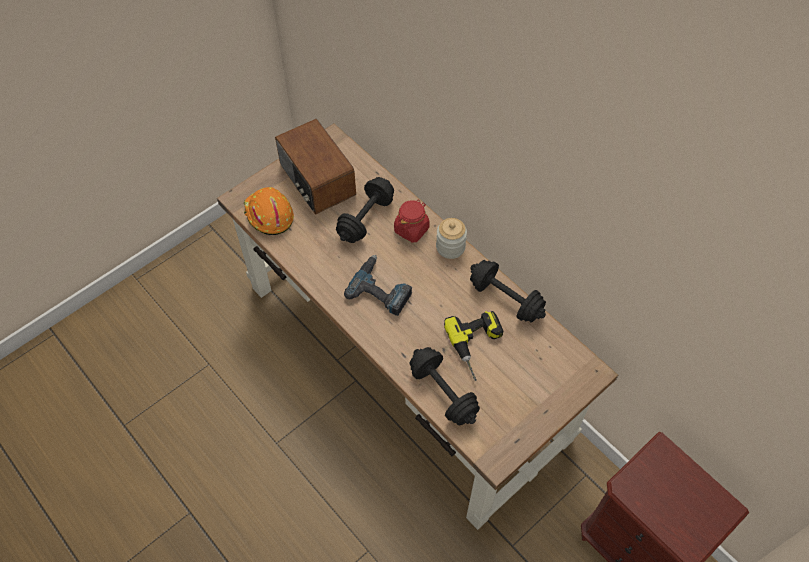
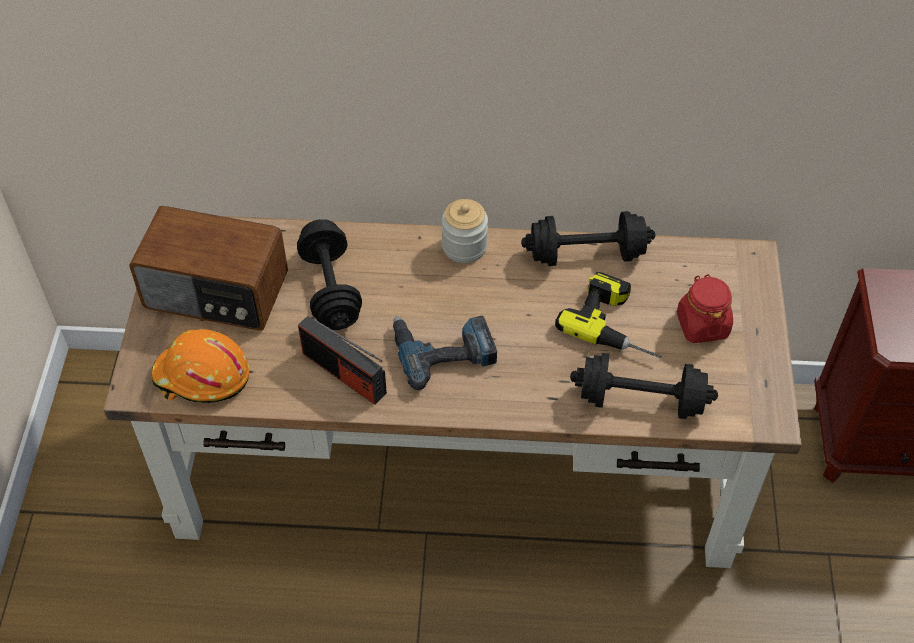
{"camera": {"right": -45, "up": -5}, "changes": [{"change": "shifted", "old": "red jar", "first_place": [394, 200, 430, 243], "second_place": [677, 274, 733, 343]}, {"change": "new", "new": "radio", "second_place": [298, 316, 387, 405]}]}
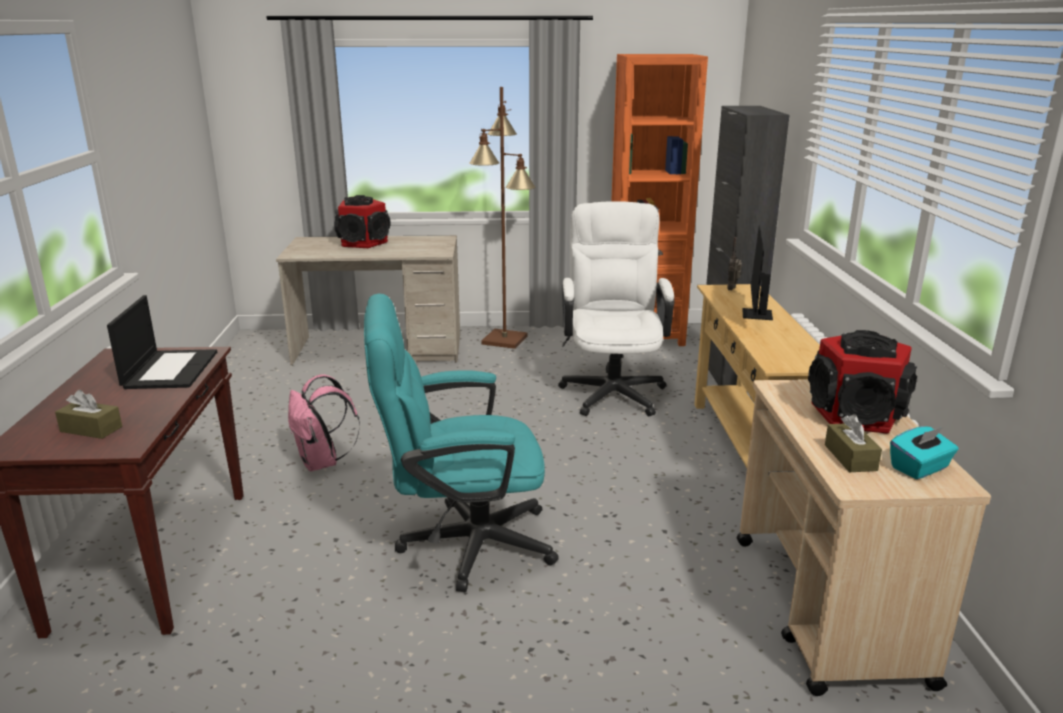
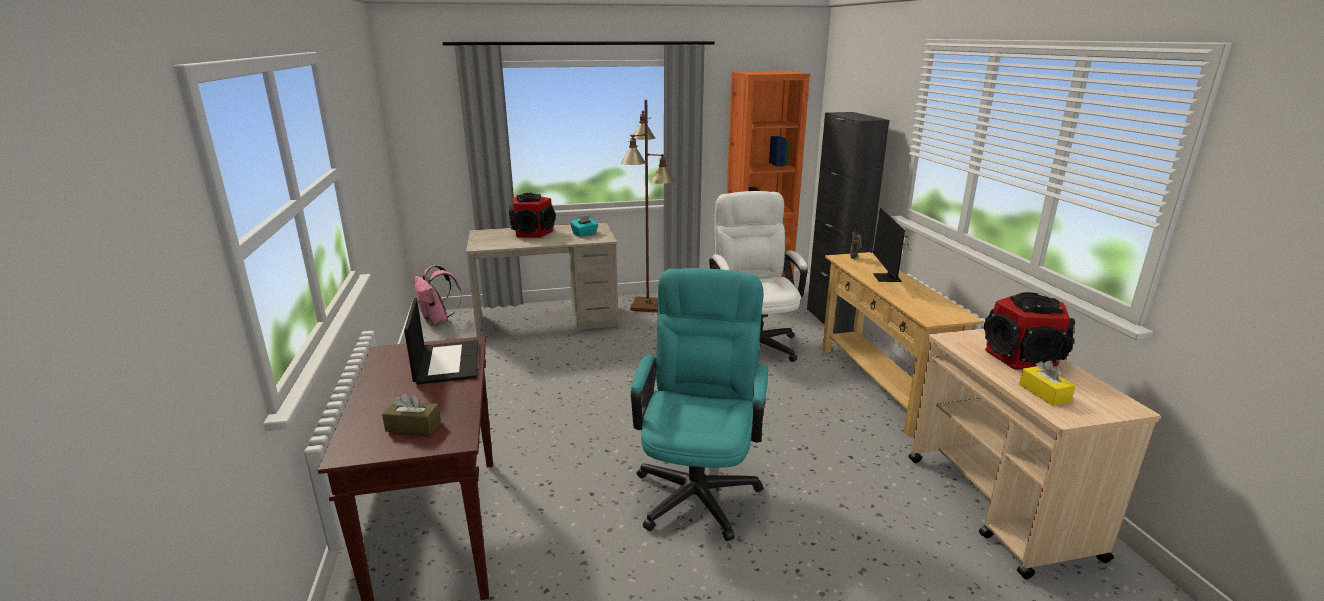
{"camera": {"right": -10, "up": 0}, "changes": [{"change": "shifted", "old": "pink backpack", "first_place": [288, 374, 360, 471], "second_place": [414, 265, 462, 325]}, {"change": "rotated", "old": "turquoise office chair", "first_place": [364, 293, 559, 592], "second_place": [631, 268, 768, 541], "degrees": 120}, {"change": "repainted", "old": "brown tissue box", "new": "yellow tissue box", "first_place": [825, 414, 882, 472], "second_place": [1019, 360, 1075, 406]}, {"change": "shifted", "old": "turquoise tissue box", "first_place": [890, 426, 959, 479], "second_place": [570, 215, 598, 237]}]}
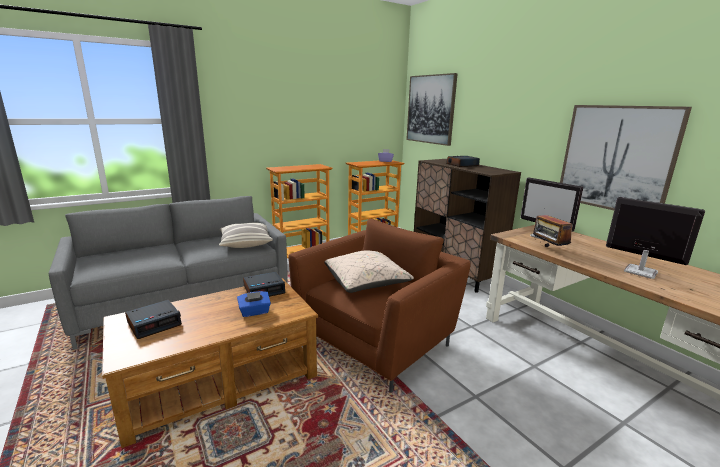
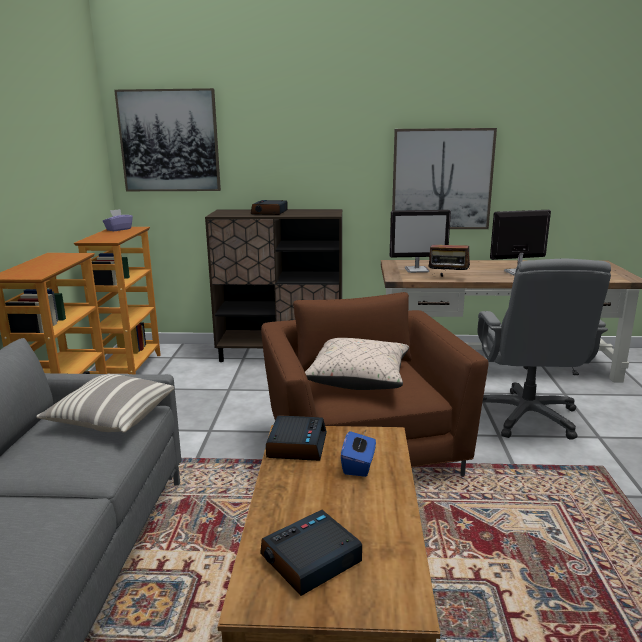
{"camera": {"right": -55, "up": 0}, "changes": [{"change": "rotated", "old": "alarm clock", "first_place": [125, 300, 182, 339], "second_place": [260, 510, 362, 596], "degrees": -120}, {"change": "new", "new": "grey office chair", "second_place": [478, 259, 611, 440]}]}
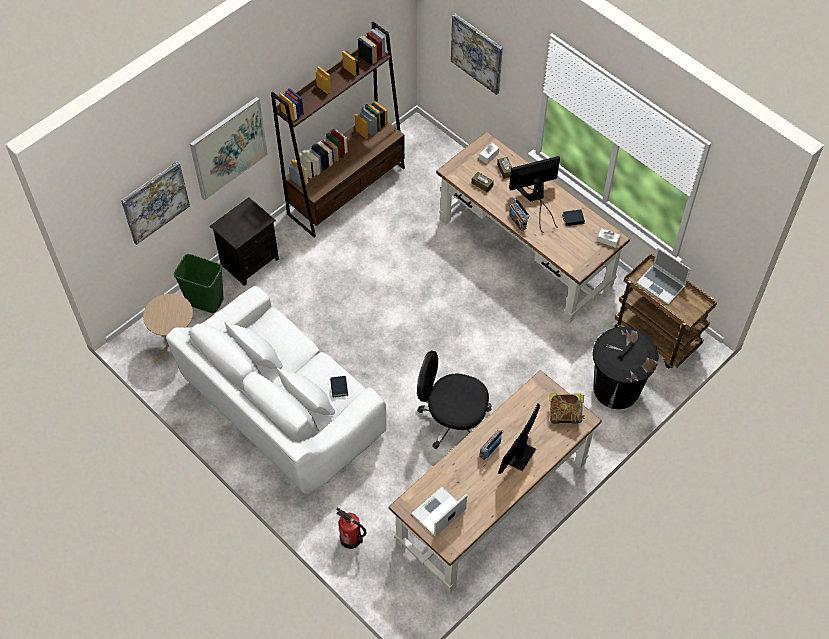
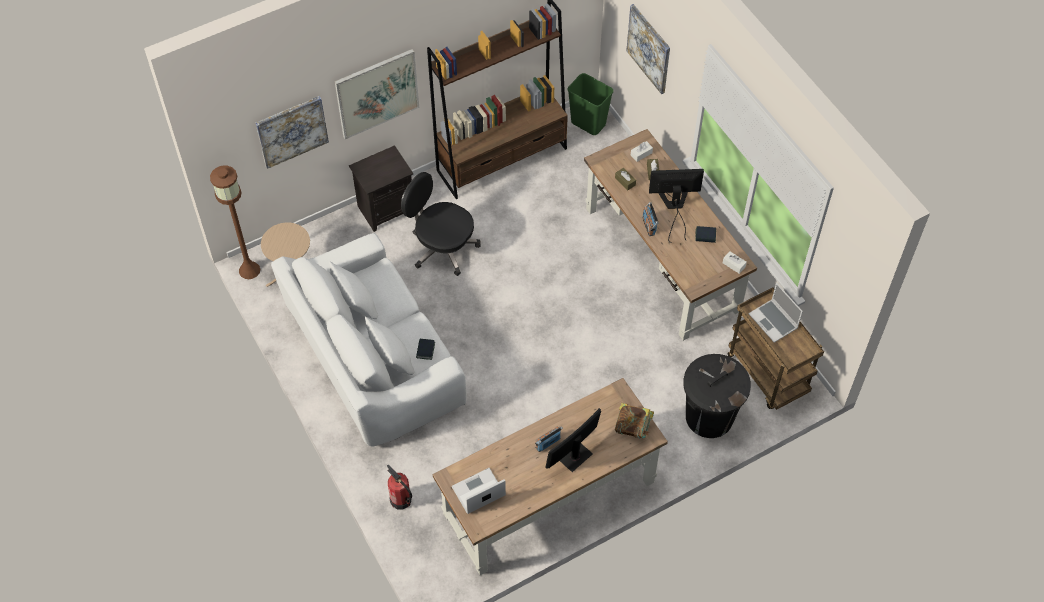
{"camera": {"right": 15, "up": 0}, "changes": [{"change": "shifted", "old": "green trash can", "first_place": [174, 254, 224, 313], "second_place": [567, 73, 613, 135]}, {"change": "shifted", "old": "black office chair", "first_place": [417, 351, 492, 449], "second_place": [401, 172, 481, 276]}, {"change": "new", "new": "brown floor lamp", "second_place": [210, 165, 260, 279]}]}
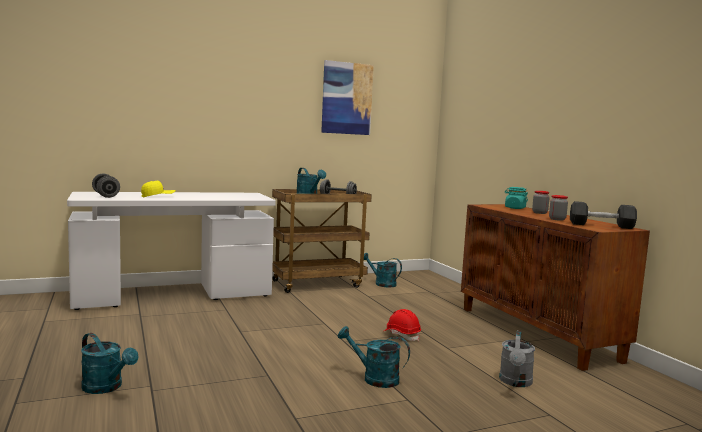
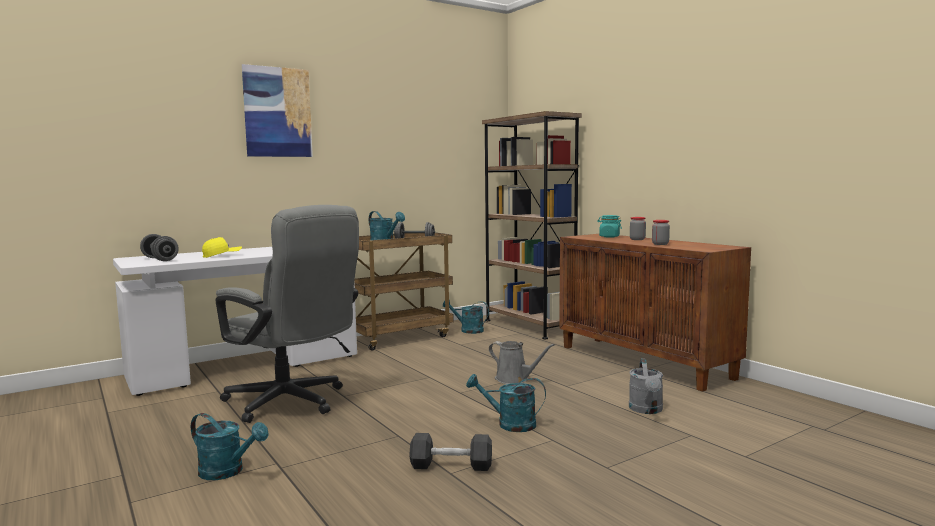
{"camera": {"right": -10, "up": 0}, "changes": [{"change": "shifted", "old": "picture", "first_place": [321, 60, 374, 135], "second_place": [242, 64, 313, 157]}, {"change": "swapped", "old": "red hard hat", "new": "grey watering can", "first_place": [384, 309, 421, 341], "second_place": [489, 341, 555, 384]}, {"change": "shifted", "old": "black dumbbell", "first_place": [570, 201, 637, 229], "second_place": [409, 433, 492, 471]}, {"change": "new", "new": "grey office chair", "second_place": [216, 205, 359, 423]}, {"change": "new", "new": "brown bookcase", "second_place": [482, 111, 582, 339]}]}
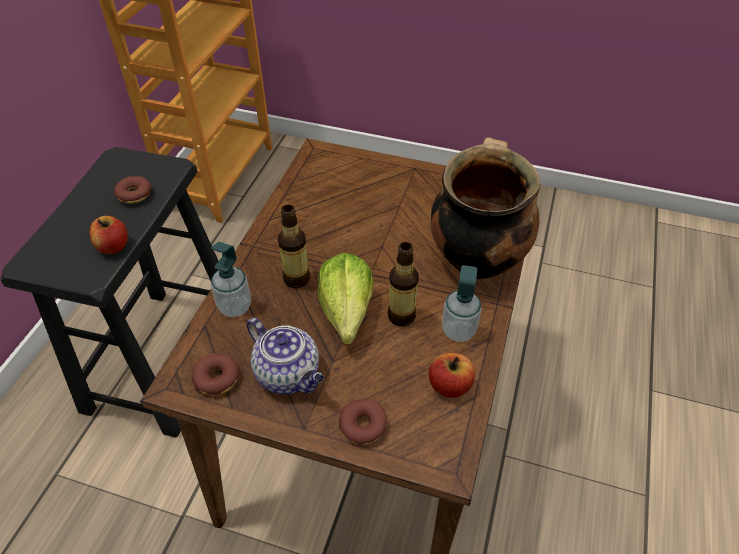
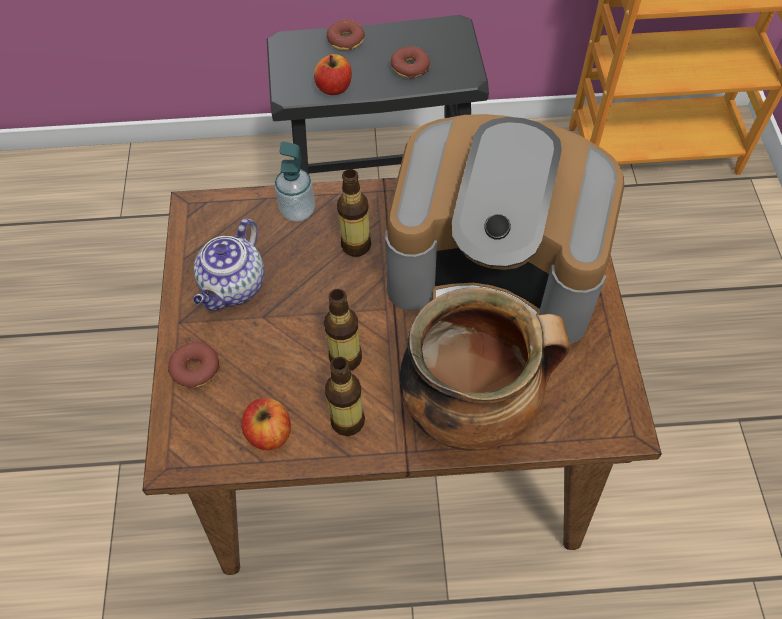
{"camera": {"right": 70, "up": 10}, "changes": [{"change": "shifted", "old": "donut", "first_place": [192, 354, 240, 396], "second_place": [327, 19, 365, 51]}, {"change": "gone", "old": "lettuce", "first_place": [318, 253, 373, 344]}, {"change": "swapped", "old": "soap dispenser", "new": "bottle", "first_place": [442, 265, 482, 342], "second_place": [325, 357, 365, 436]}, {"change": "new", "new": "coffee machine", "second_place": [385, 114, 624, 344]}]}
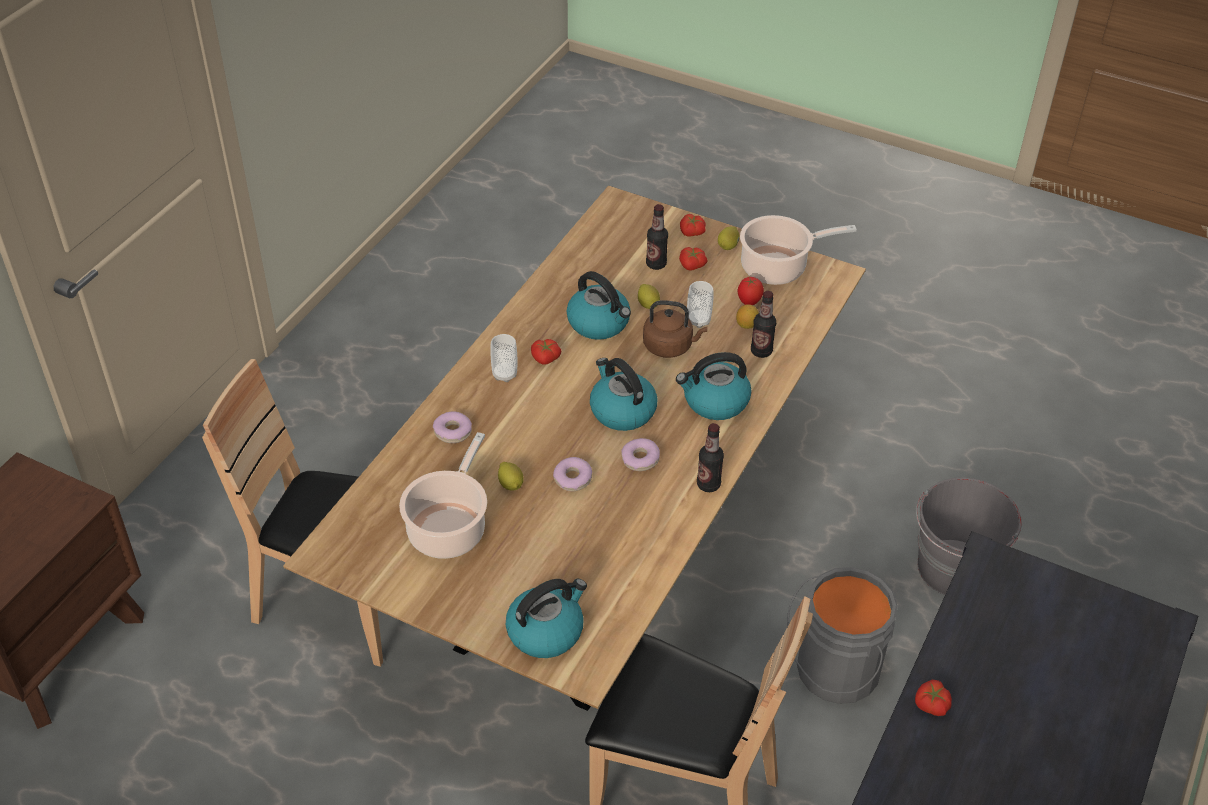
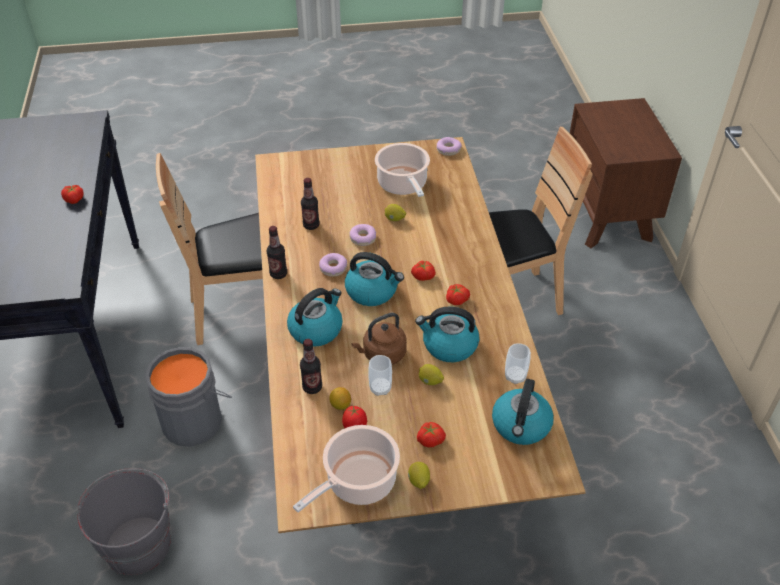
{"camera": {"right": 145, "up": 0}, "changes": [{"change": "shifted", "old": "donut", "first_place": [433, 411, 472, 443], "second_place": [437, 137, 462, 156]}, {"change": "shifted", "old": "cup", "first_place": [490, 334, 517, 382], "second_place": [505, 343, 531, 384]}, {"change": "shifted", "old": "kettle", "first_place": [506, 579, 587, 658], "second_place": [492, 379, 554, 445]}, {"change": "shifted", "old": "bottle", "first_place": [646, 204, 668, 270], "second_place": [301, 178, 320, 230]}, {"change": "shifted", "old": "tomato", "first_place": [680, 214, 706, 237], "second_place": [411, 260, 436, 281]}]}
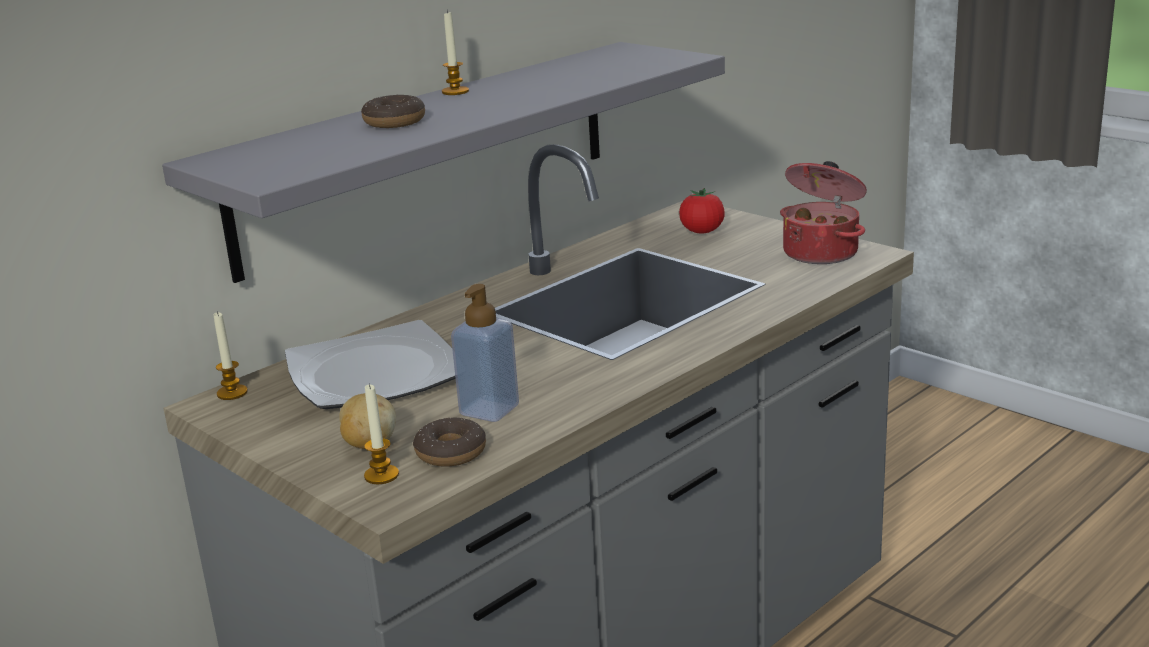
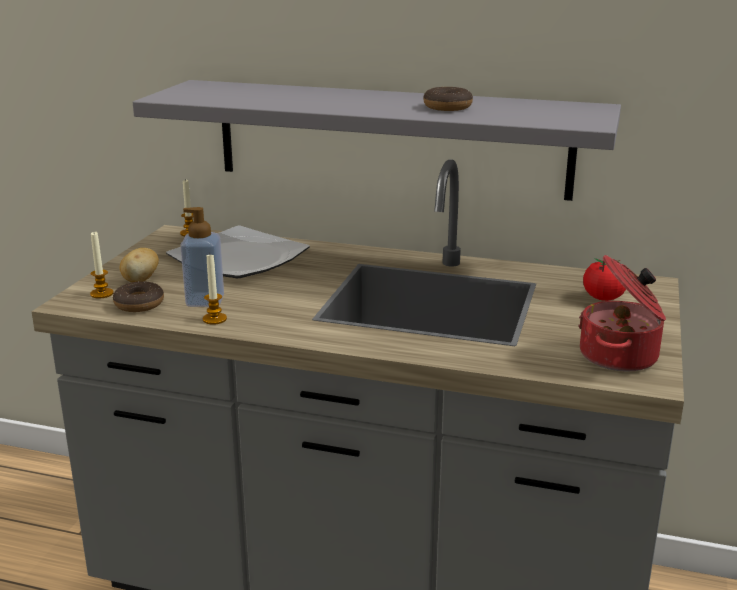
{"camera": {"right": 60, "up": 0}, "changes": [{"change": "shifted", "old": "donut", "first_place": [361, 95, 425, 128], "second_place": [423, 87, 473, 111]}, {"change": "shifted", "old": "candle", "first_place": [442, 10, 469, 95], "second_place": [203, 255, 227, 325]}]}
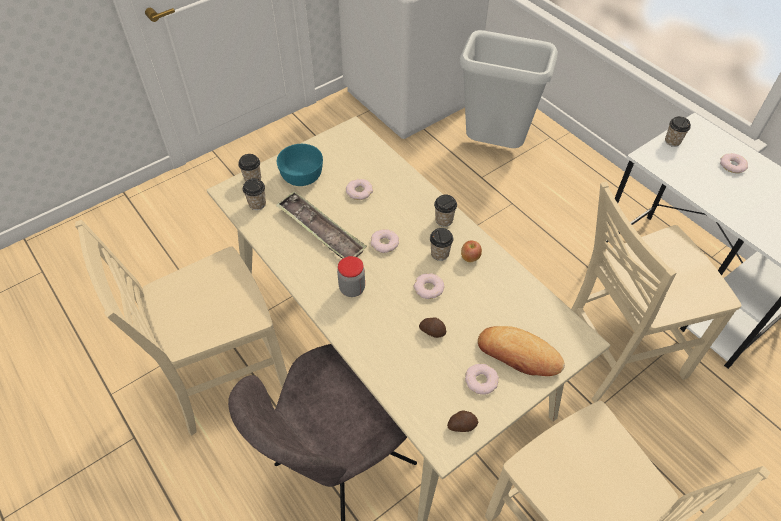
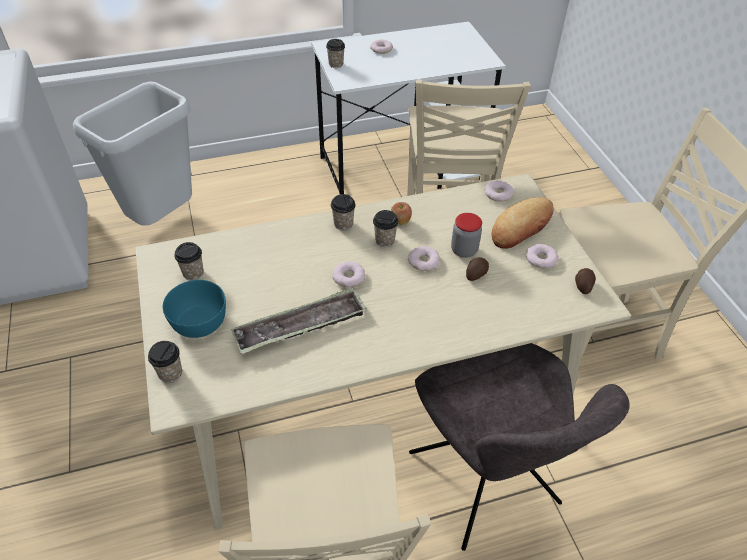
{"camera": {"right": -70, "up": -5}, "changes": [{"change": "shifted", "old": "cup", "first_place": [243, 178, 266, 210], "second_place": [174, 242, 204, 281]}, {"change": "shifted", "old": "jar", "first_place": [337, 256, 365, 297], "second_place": [451, 213, 482, 258]}, {"change": "shifted", "old": "donut", "first_place": [346, 179, 373, 200], "second_place": [484, 181, 514, 202]}]}
